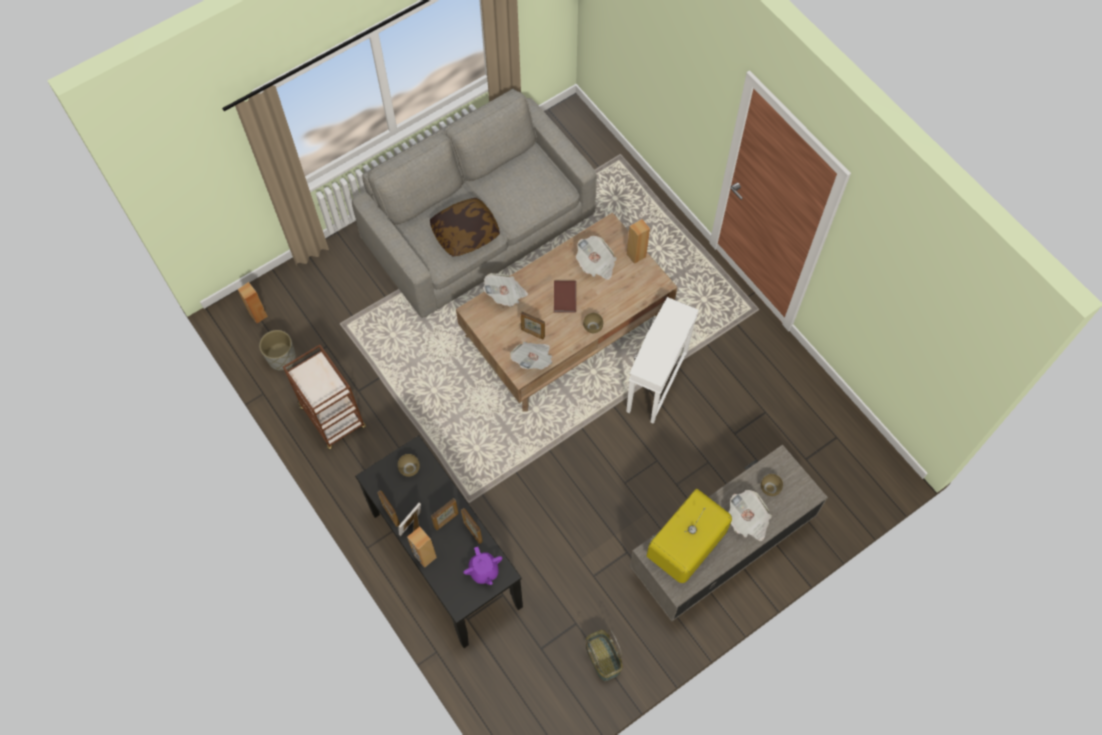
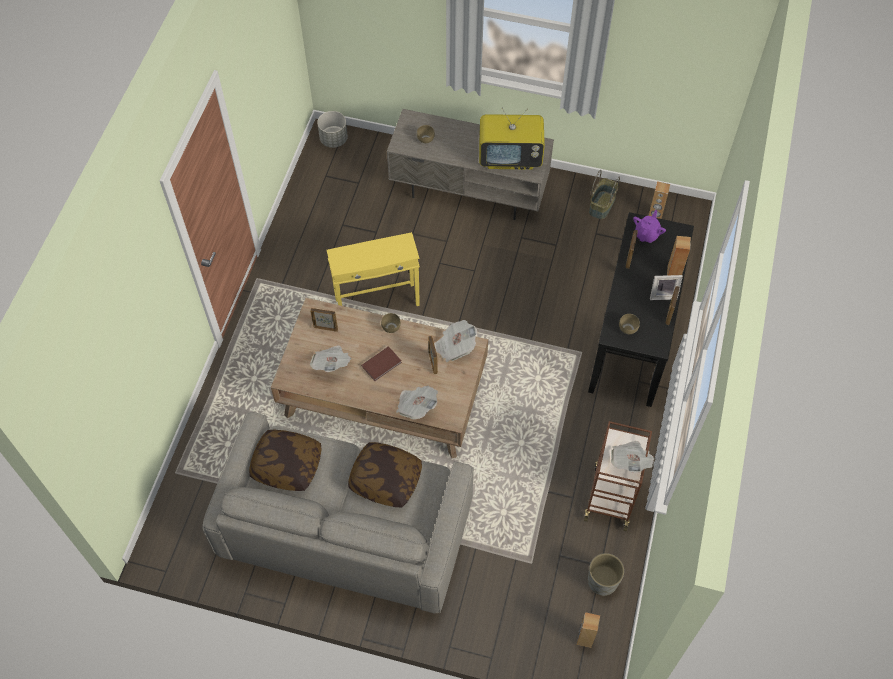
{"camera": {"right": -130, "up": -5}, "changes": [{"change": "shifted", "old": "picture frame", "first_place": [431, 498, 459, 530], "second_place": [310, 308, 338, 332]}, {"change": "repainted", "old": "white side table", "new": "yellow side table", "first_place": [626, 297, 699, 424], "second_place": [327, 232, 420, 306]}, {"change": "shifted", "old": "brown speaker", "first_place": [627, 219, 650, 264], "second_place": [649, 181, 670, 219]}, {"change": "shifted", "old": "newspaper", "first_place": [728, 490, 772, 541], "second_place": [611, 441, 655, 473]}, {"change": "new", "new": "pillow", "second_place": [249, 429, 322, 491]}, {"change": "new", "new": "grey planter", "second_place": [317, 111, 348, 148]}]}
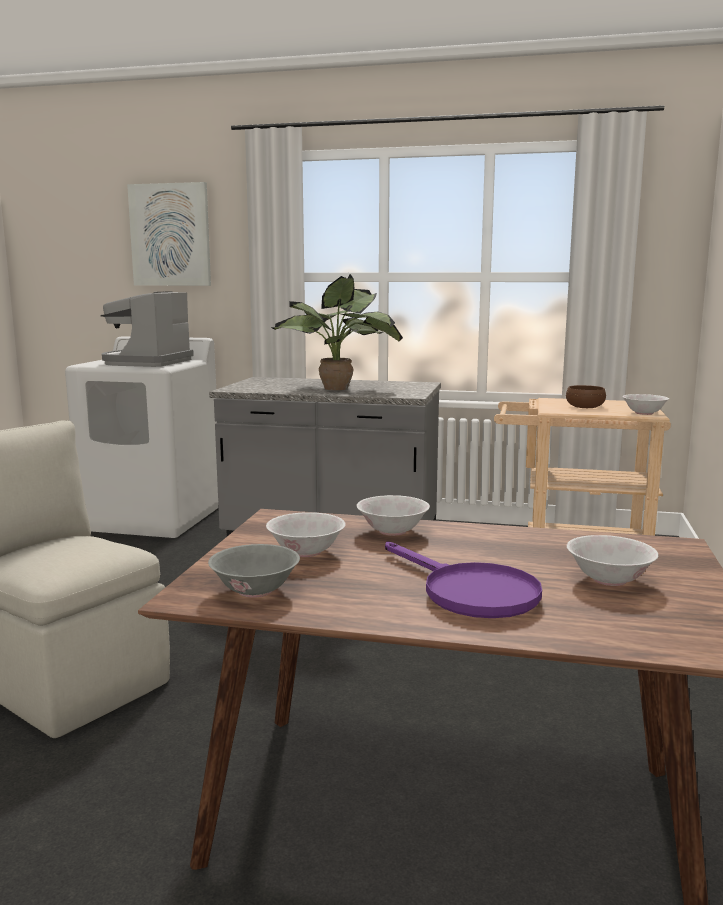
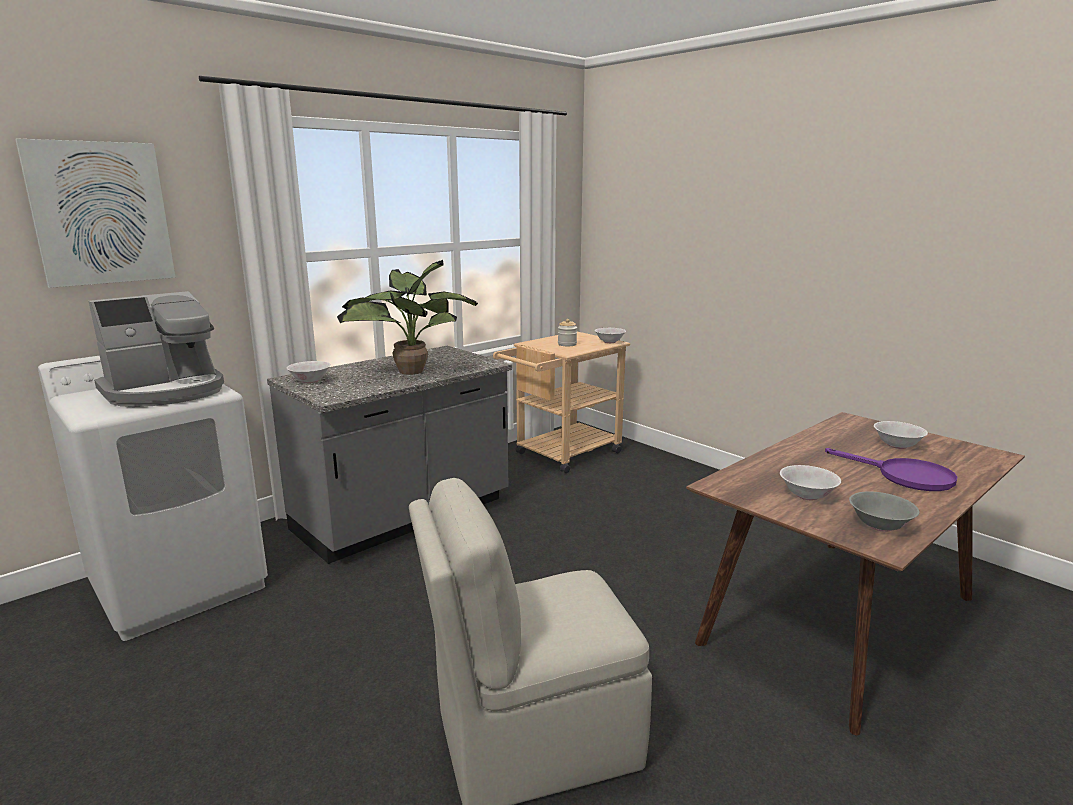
{"camera": {"right": -55, "up": 5}, "changes": [{"change": "rotated", "old": "coffee machine", "first_place": [101, 291, 194, 367], "second_place": [88, 291, 224, 407], "degrees": -90}, {"change": "shifted", "old": "white bowl", "first_place": [357, 495, 430, 536], "second_place": [287, 361, 331, 383]}, {"change": "rotated", "old": "purple frying pan", "first_place": [385, 542, 542, 618], "second_place": [825, 448, 957, 491], "degrees": 45}, {"change": "swapped", "old": "brown bowl", "new": "jar", "first_place": [566, 385, 606, 408], "second_place": [558, 319, 577, 346]}]}
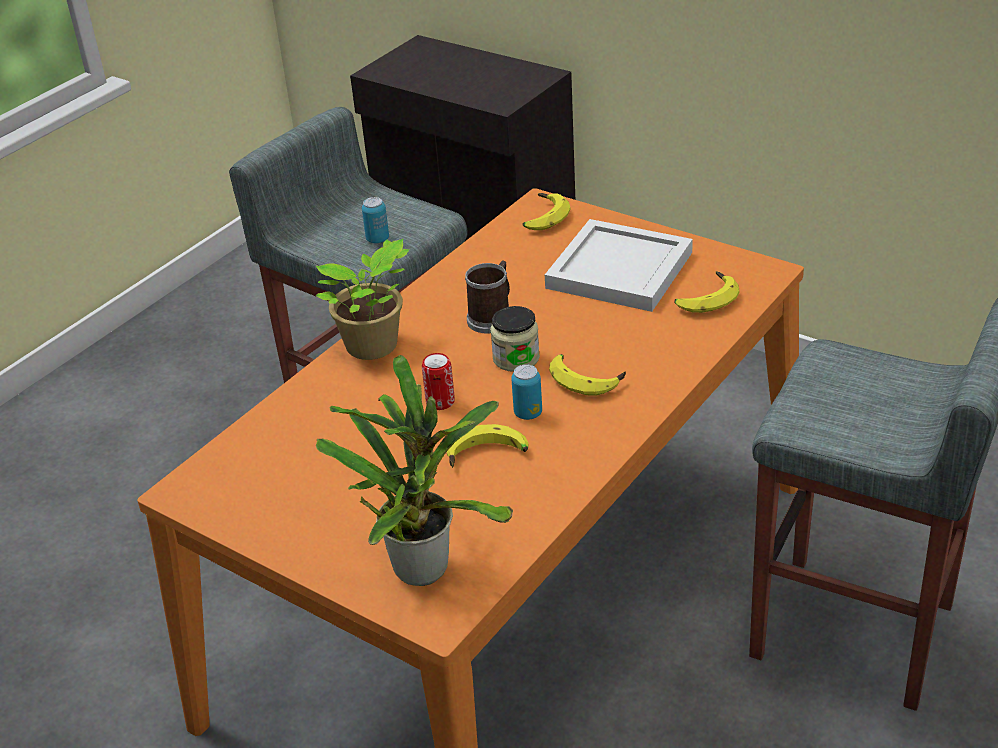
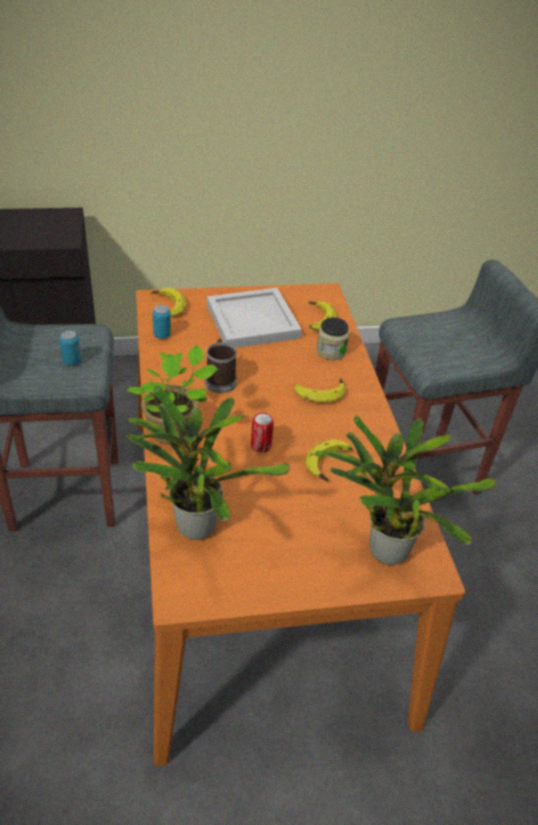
{"camera": {"right": -50, "up": 5}, "changes": [{"change": "shifted", "old": "jar", "first_place": [490, 306, 540, 372], "second_place": [316, 317, 349, 360]}, {"change": "shifted", "old": "can", "first_place": [511, 364, 542, 420], "second_place": [153, 305, 171, 339]}, {"change": "new", "new": "potted plant", "second_place": [126, 386, 290, 540]}]}
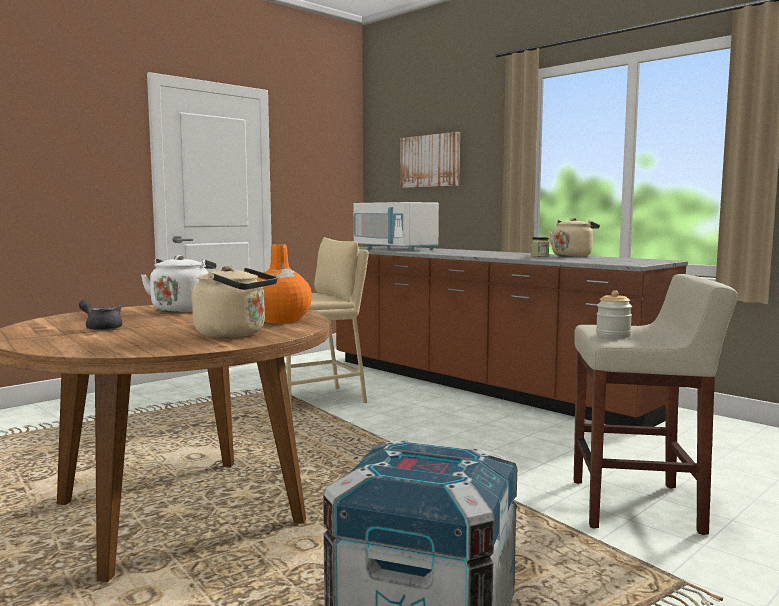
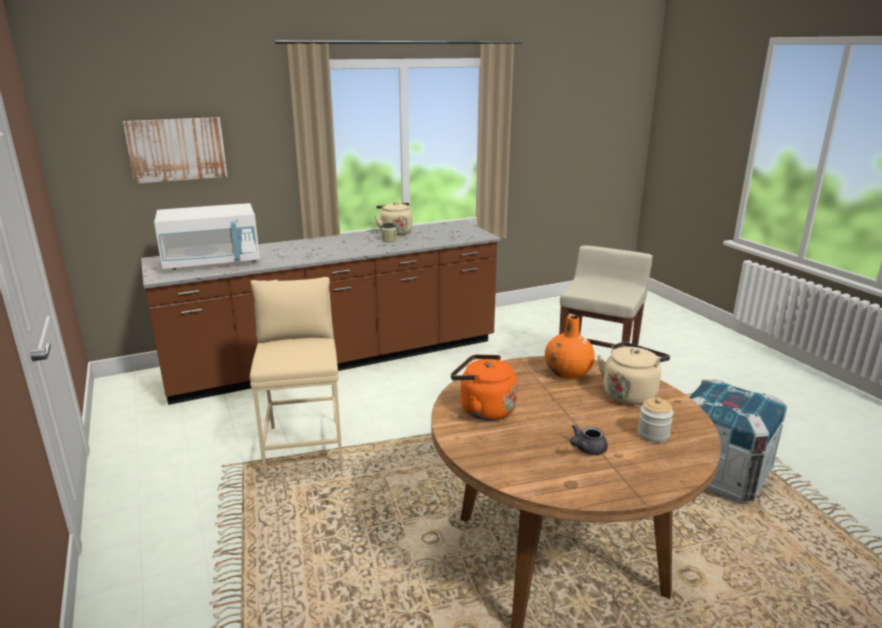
{"camera": {"right": -70, "up": 15}, "changes": [{"change": "repainted", "old": "white kettle", "new": "orange kettle", "first_place": [141, 255, 216, 313], "second_place": [451, 355, 517, 421]}, {"change": "shifted", "old": "jar", "first_place": [596, 290, 632, 338], "second_place": [637, 397, 674, 443]}]}
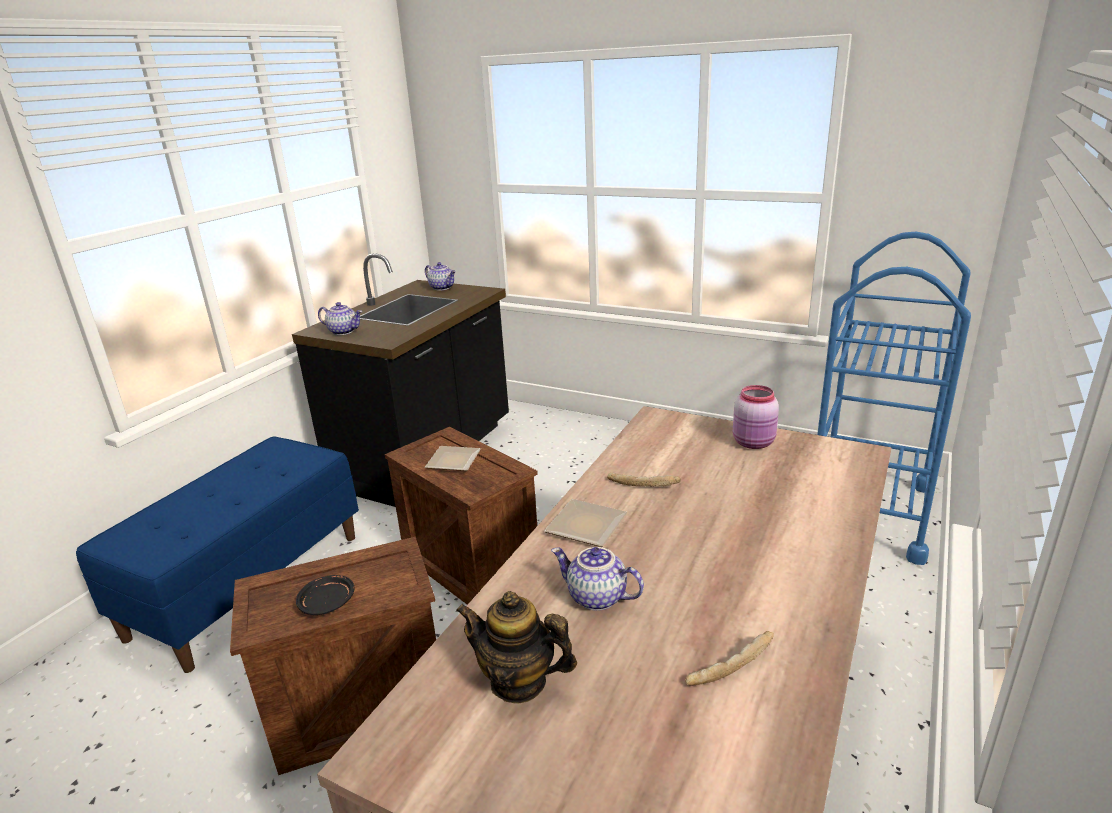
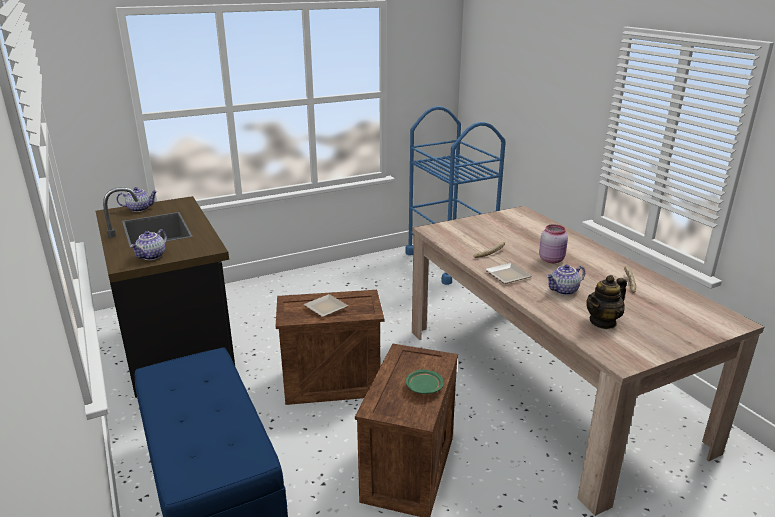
{"camera": {"right": -55, "up": 0}, "changes": [{"change": "repainted", "old": "black plate", "new": "green plate", "first_place": [296, 575, 355, 615], "second_place": [406, 369, 444, 394]}, {"change": "rotated", "old": "teapot", "first_place": [318, 302, 362, 335], "second_place": [130, 229, 167, 260], "degrees": 150}, {"change": "shifted", "old": "pink jar", "first_place": [733, 385, 779, 449], "second_place": [539, 224, 568, 263]}]}
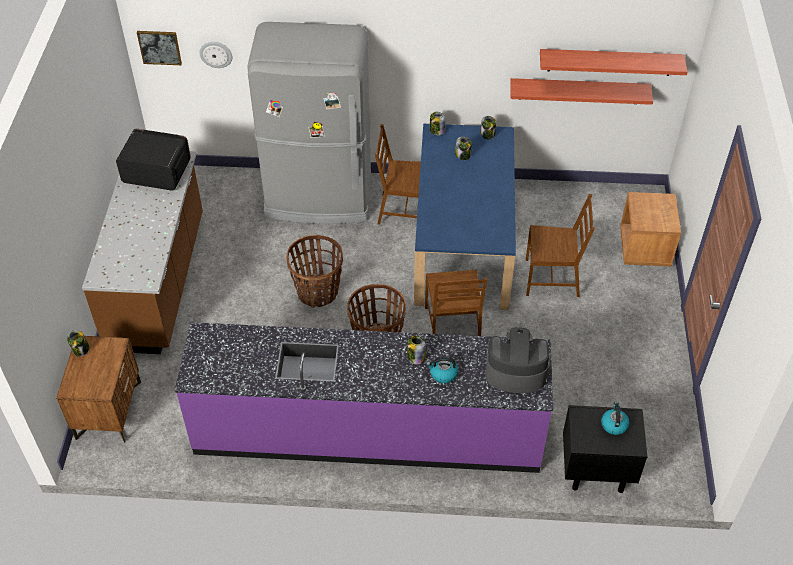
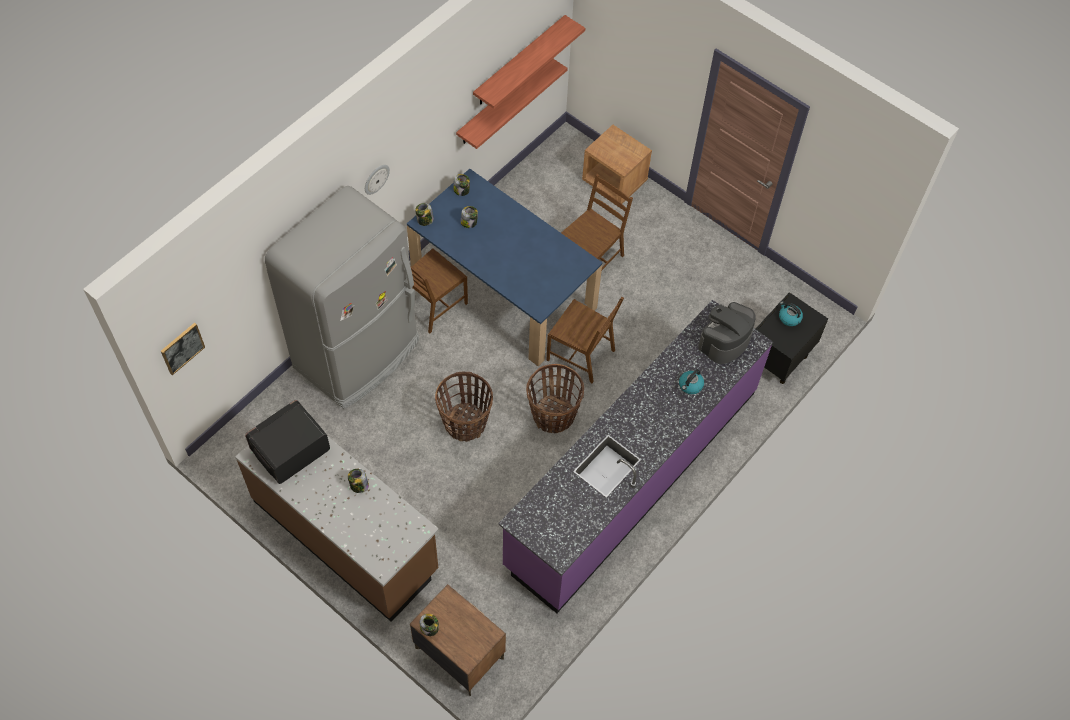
{"camera": {"right": -55, "up": 10}, "changes": [{"change": "shifted", "old": "wall clock", "first_place": [199, 42, 232, 68], "second_place": [365, 165, 390, 195]}, {"change": "shifted", "old": "jar", "first_place": [407, 336, 426, 365], "second_place": [348, 469, 369, 493]}]}
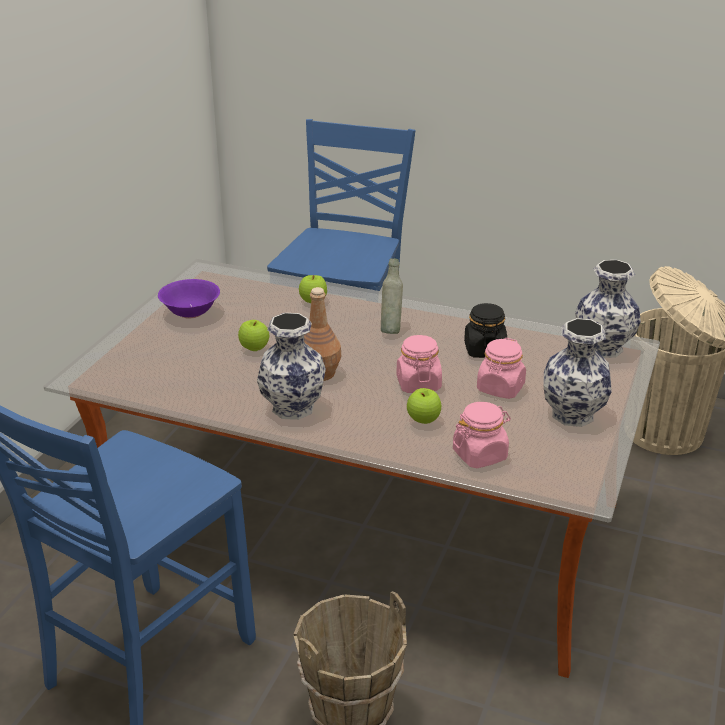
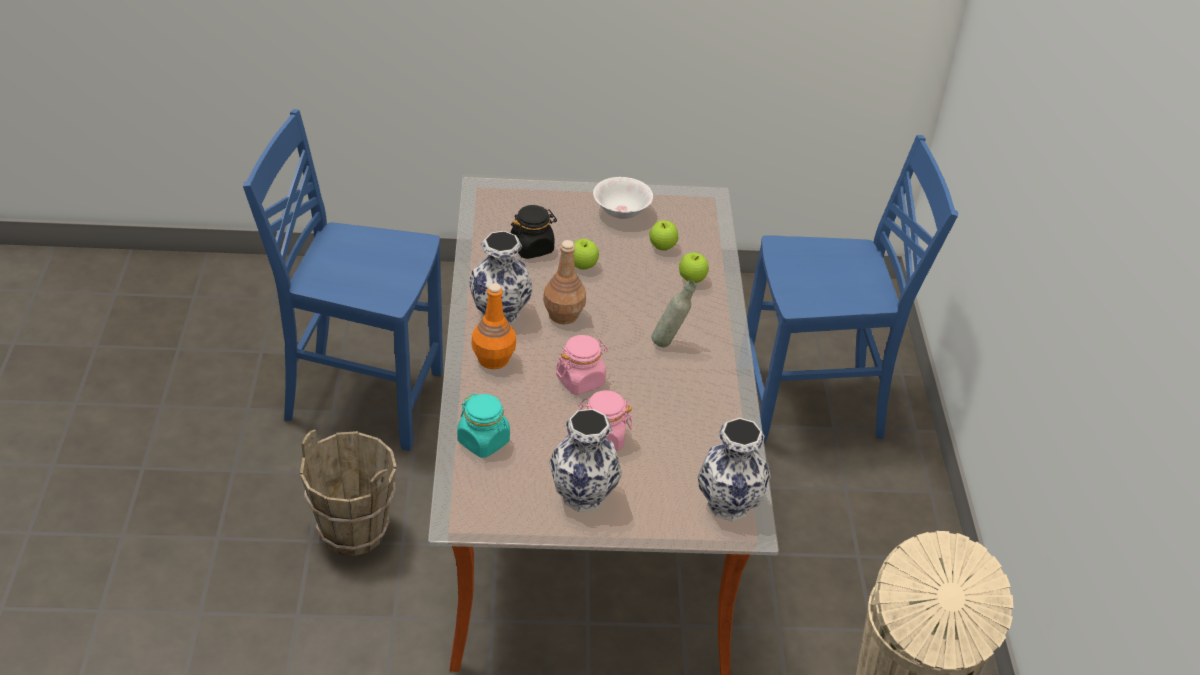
{"camera": {"right": 65, "up": 10}, "changes": [{"change": "repainted", "old": "purple bowl", "new": "white bowl", "first_place": [158, 279, 220, 319], "second_place": [593, 177, 653, 219]}, {"change": "shifted", "old": "apple", "first_place": [407, 388, 441, 424], "second_place": [649, 220, 678, 251]}, {"change": "repainted", "old": "pink jar", "new": "turquoise jar", "first_place": [453, 402, 511, 468], "second_place": [457, 393, 510, 457]}, {"change": "shifted", "old": "black jar", "first_place": [464, 303, 507, 358], "second_place": [511, 205, 557, 259]}, {"change": "new", "new": "orange bottle", "second_place": [471, 283, 516, 369]}]}
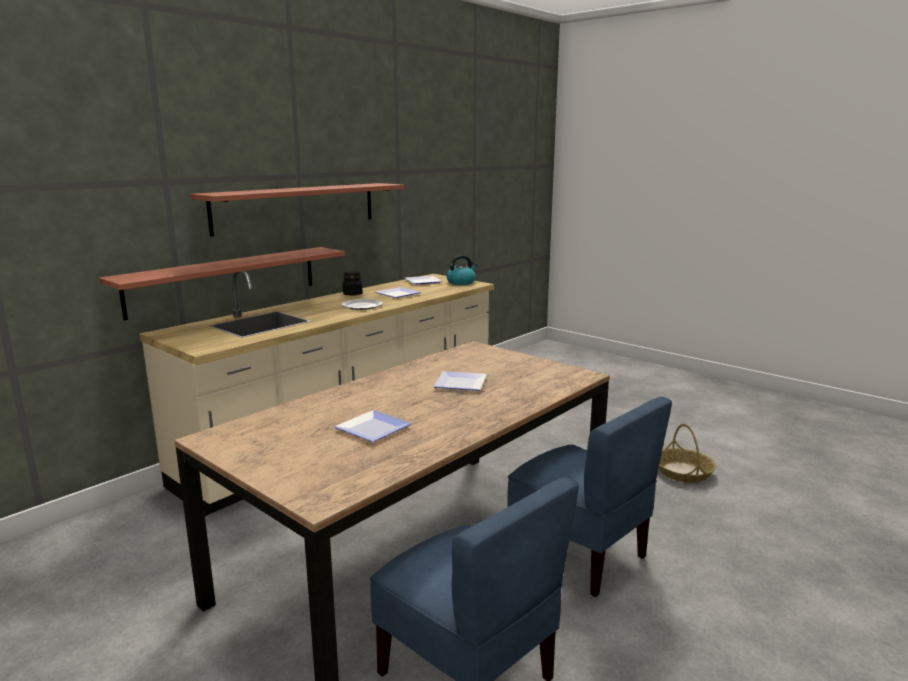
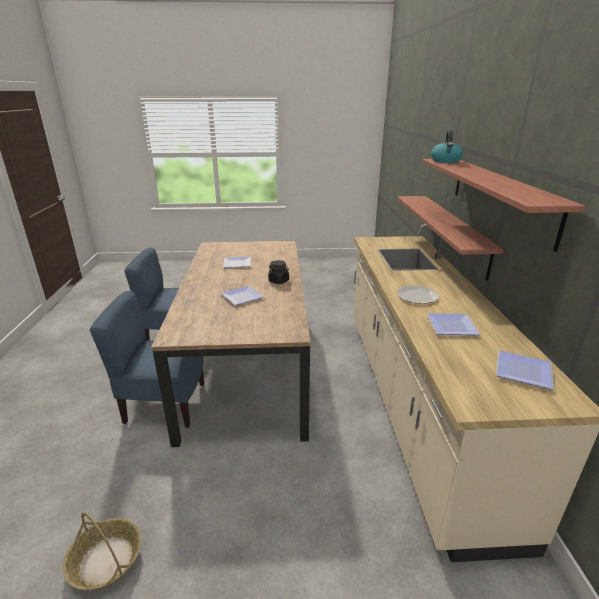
{"camera": {"right": 135, "up": 10}, "changes": [{"change": "shifted", "old": "black jar", "first_place": [343, 271, 363, 295], "second_place": [268, 260, 289, 284]}, {"change": "shifted", "old": "kettle", "first_place": [446, 255, 477, 285], "second_place": [431, 130, 463, 163]}]}
